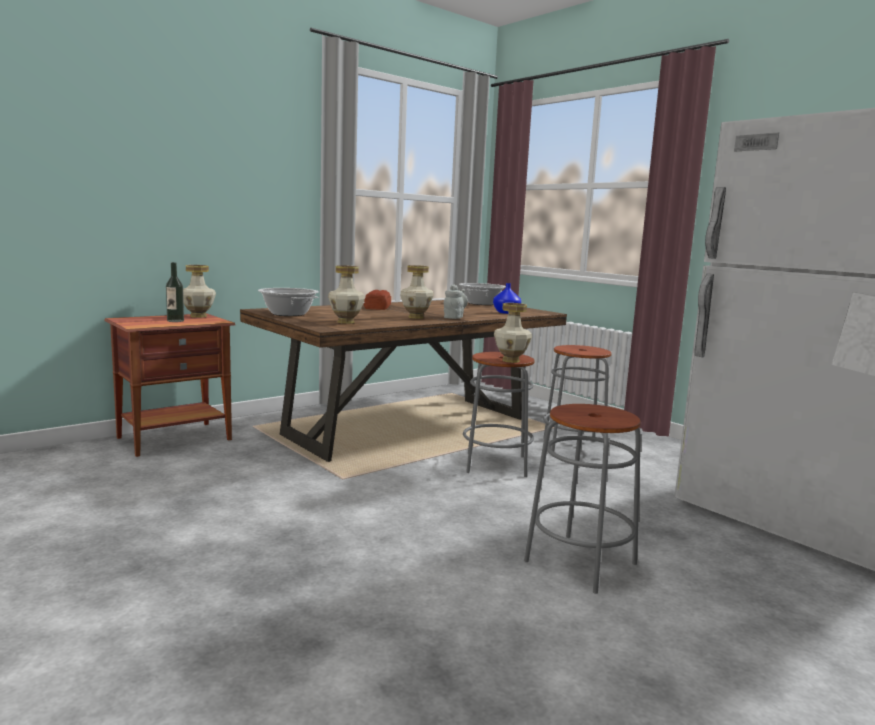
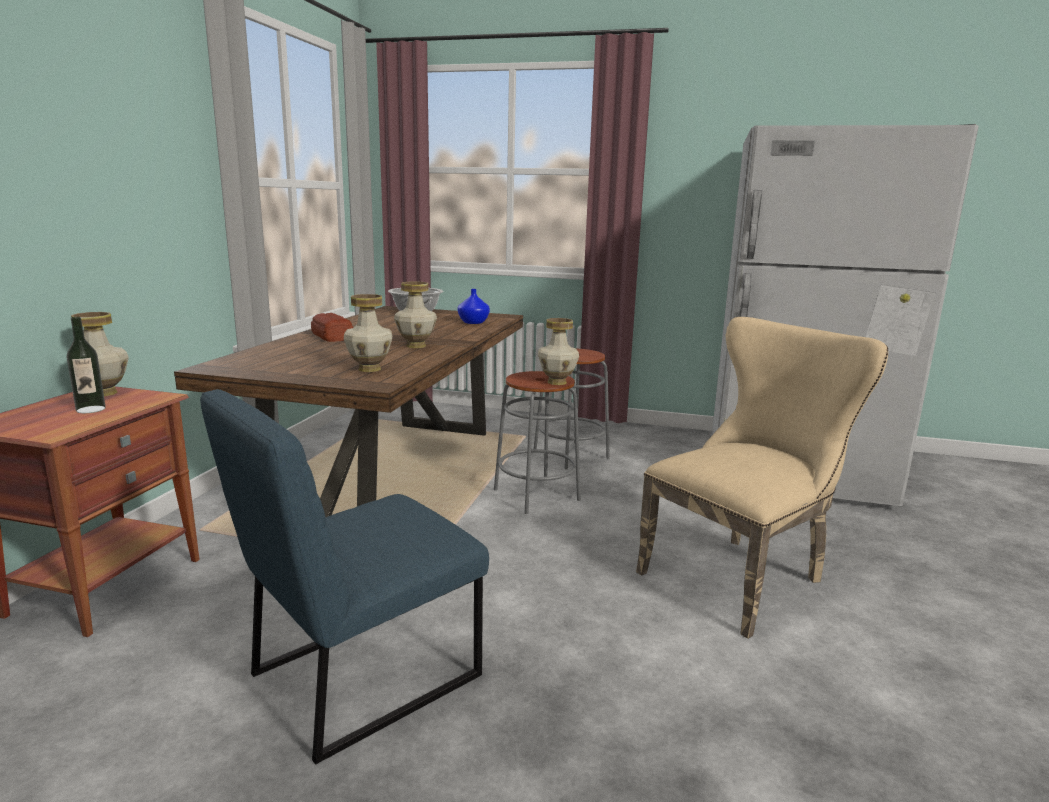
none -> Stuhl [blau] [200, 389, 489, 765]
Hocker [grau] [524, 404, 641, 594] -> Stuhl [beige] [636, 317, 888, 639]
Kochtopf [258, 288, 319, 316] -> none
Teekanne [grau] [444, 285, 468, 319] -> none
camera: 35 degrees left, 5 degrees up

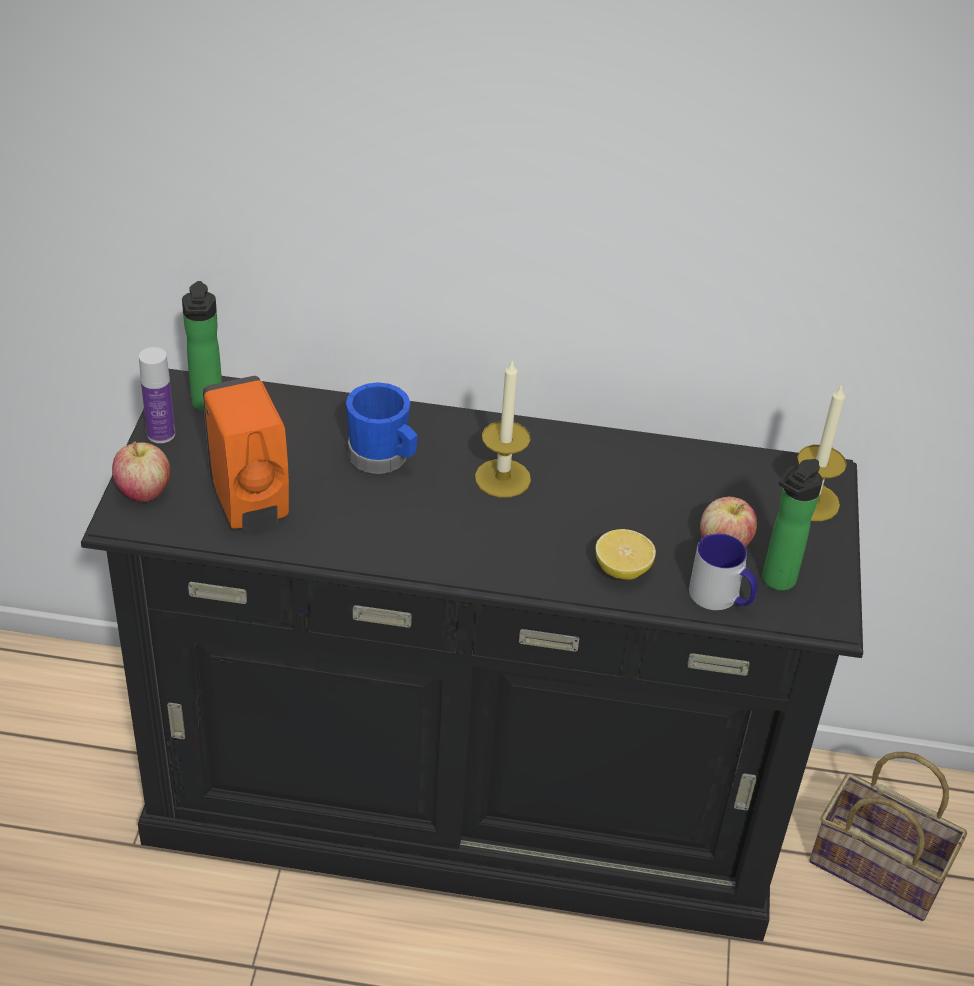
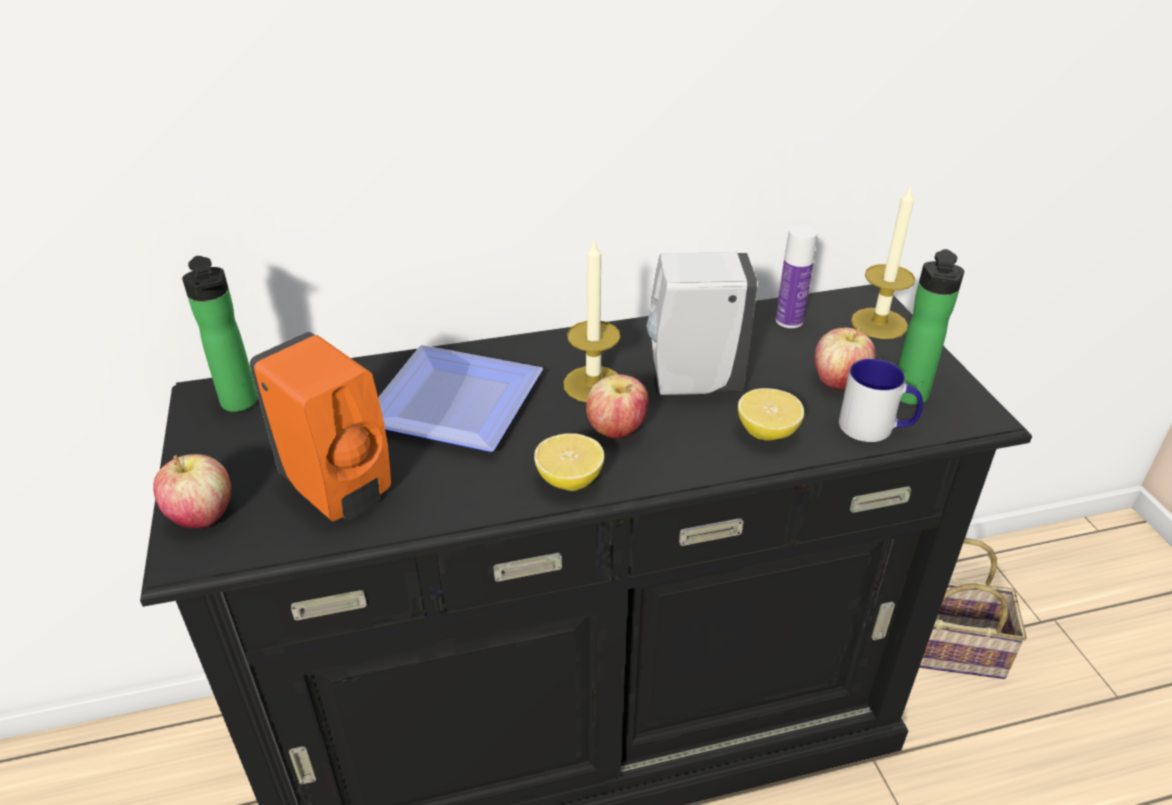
Henkelbecher [blau] [346, 382, 418, 474] -> Teller [378, 345, 543, 452]
none -> Zitrone [534, 433, 604, 491]
none -> Apfel [586, 375, 649, 439]
none -> Seifenspender [weiß] [647, 252, 757, 395]
Flasche [139, 347, 175, 443] -> Flasche [775, 225, 818, 328], relocated
camera: 20 degrees left, 5 degrees down

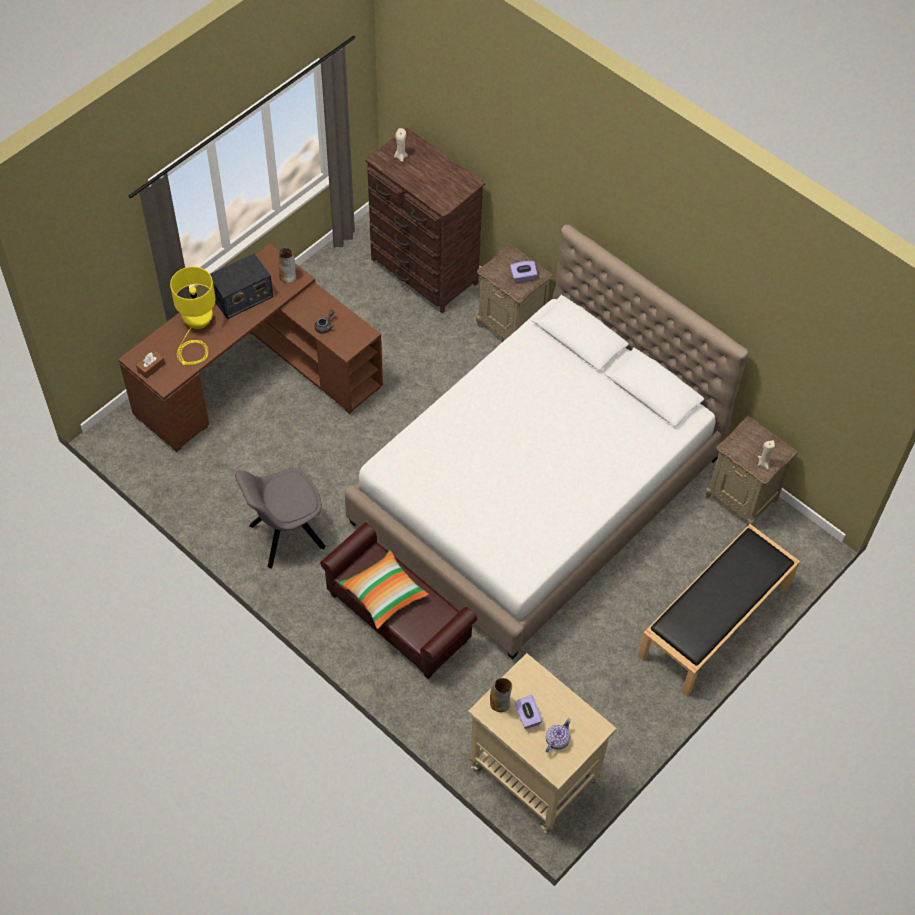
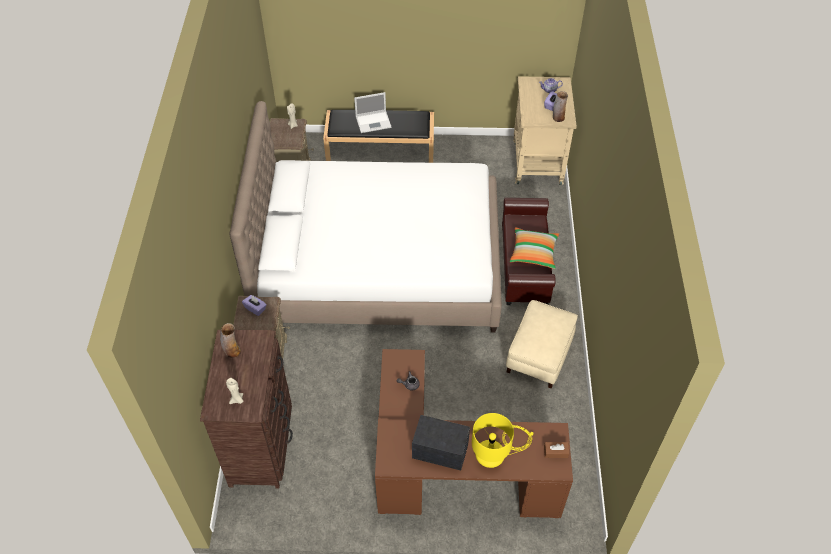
Vase [278, 248, 296, 283] -> Vase [220, 323, 241, 358], relocated
none -> Laptop [354, 92, 392, 133]
Stuhl [grau] [235, 469, 326, 568] -> Polsterhocker [beige] [506, 300, 578, 388]
camera: 130 degrees left, 5 degrees down

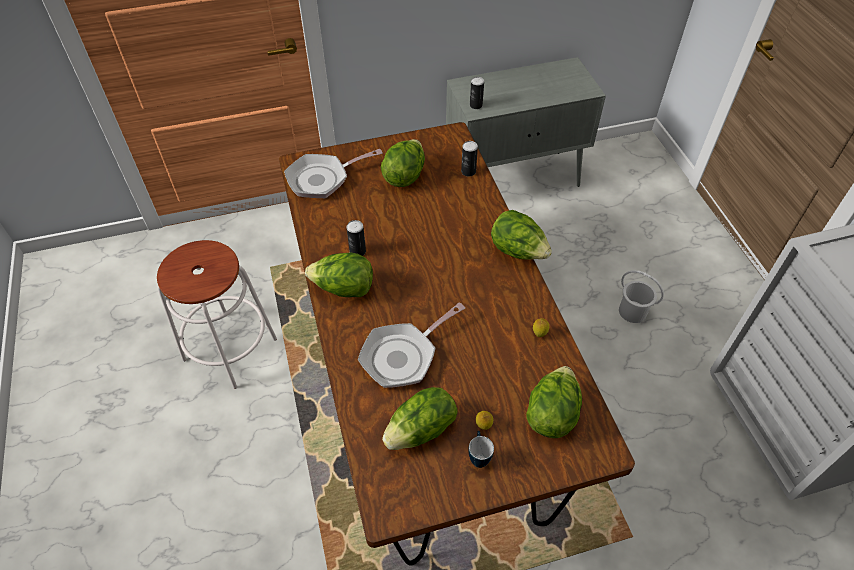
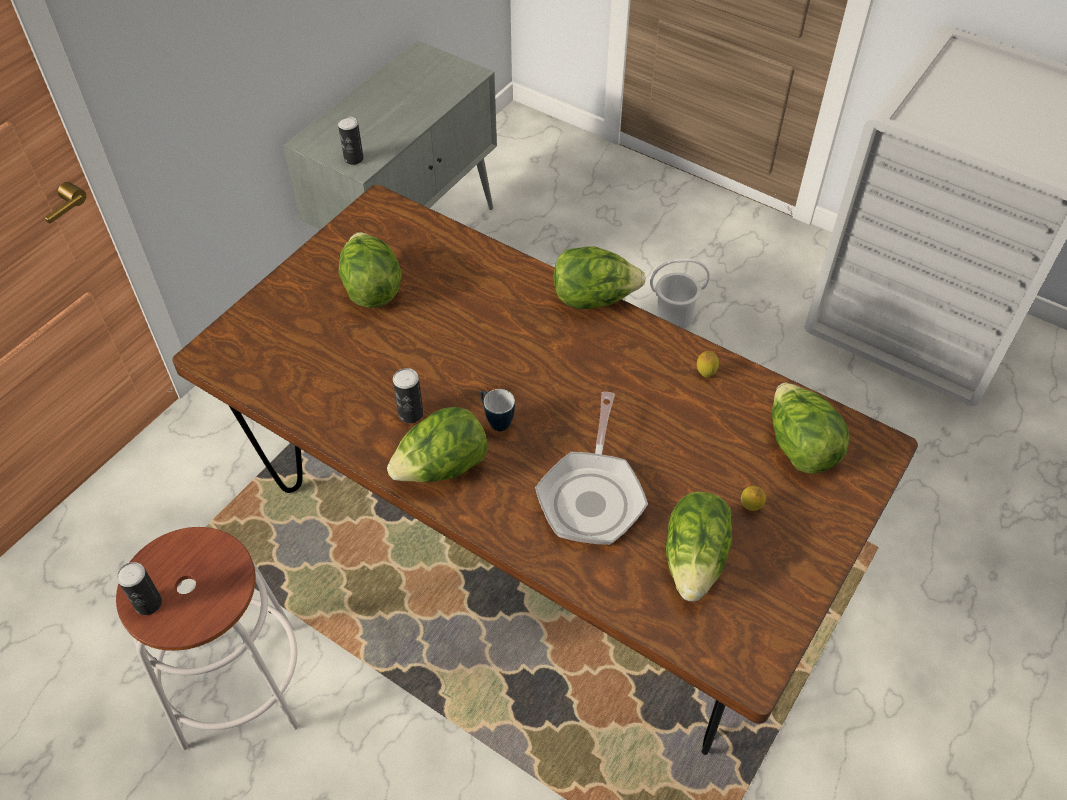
Dose [461, 141, 478, 177] -> Dose [117, 562, 162, 615], relocated
Henkelbecher [468, 431, 494, 468] -> Henkelbecher [480, 389, 515, 431], relocated
Pfanne [284, 149, 383, 198] -> none
camera: 40 degrees left, 0 degrees up

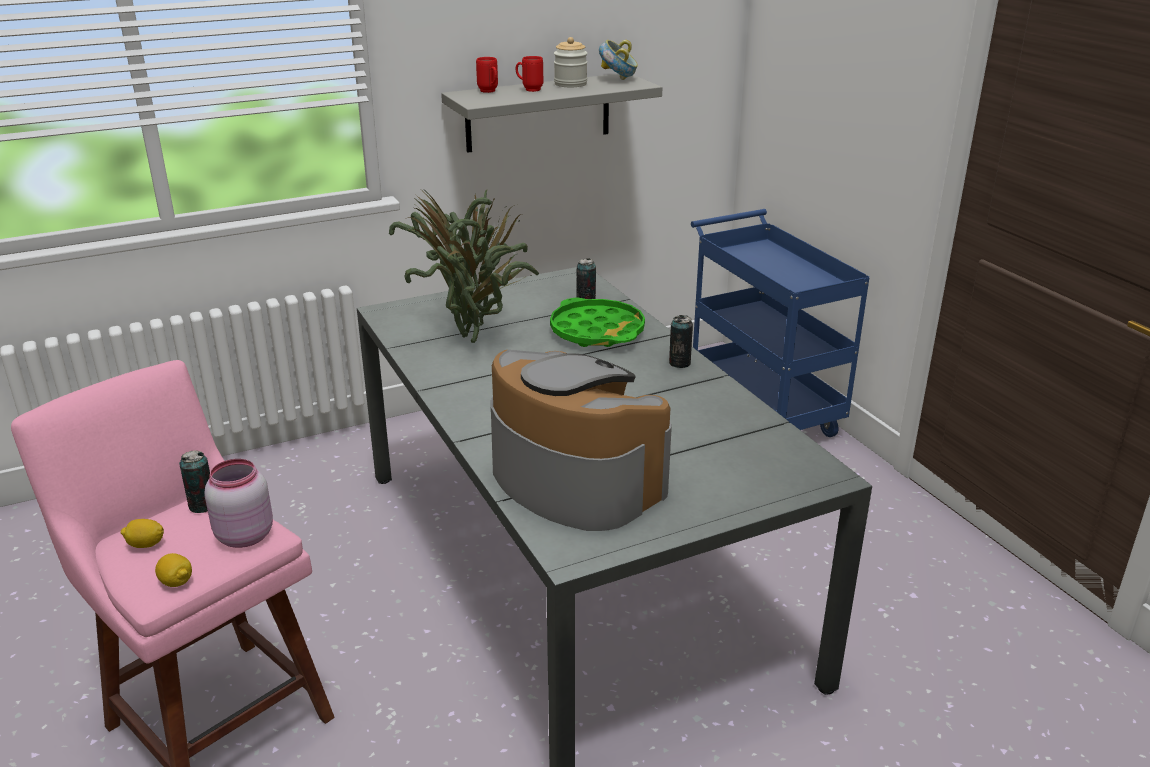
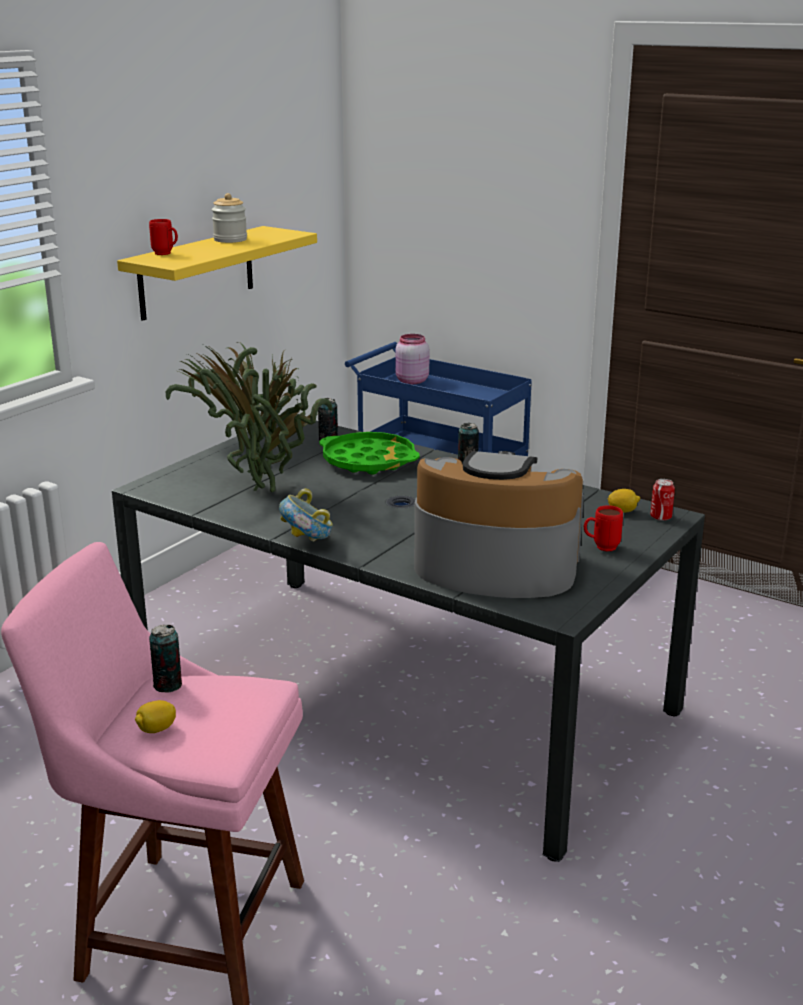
Wandregal [grau] [441, 74, 662, 153] -> Wandregal [gelb] [117, 226, 317, 321]
Schüssel [599, 40, 638, 80] -> Schüssel [279, 488, 333, 542], relocated
Vorratsglas [rosa] [204, 459, 273, 548] -> Vorratsglas [rosa] [395, 334, 429, 384], relocated
Henkelbecher [rot] [515, 56, 543, 92] -> Henkelbecher [rot] [584, 505, 623, 551], relocated
Zitrone [155, 553, 192, 587] -> Zitrone [607, 489, 640, 513], relocated
none -> Dose [650, 479, 675, 521]
camera: 30 degrees left, 5 degrees down

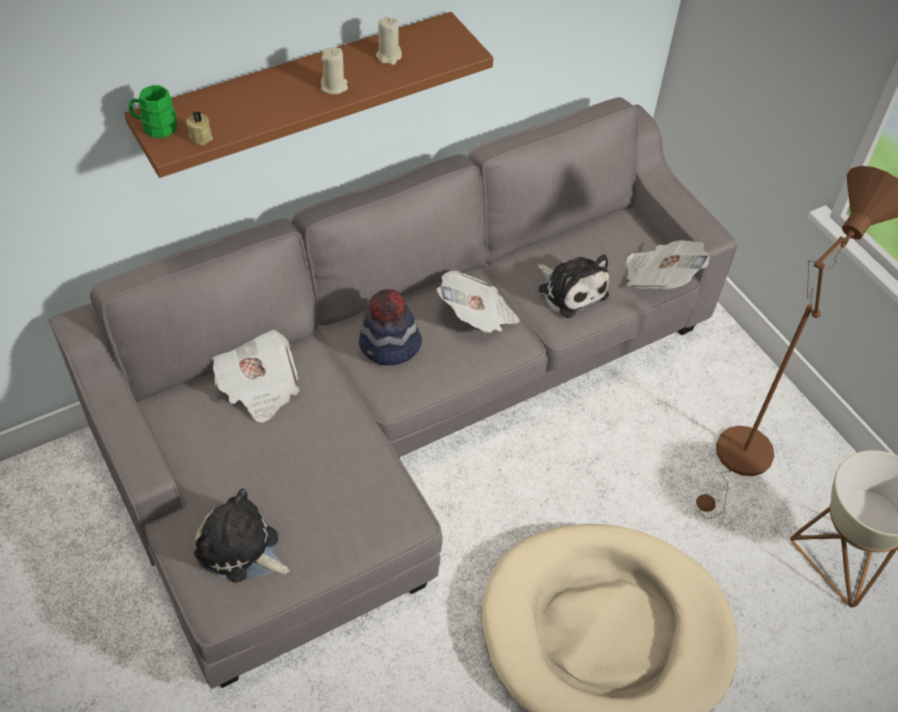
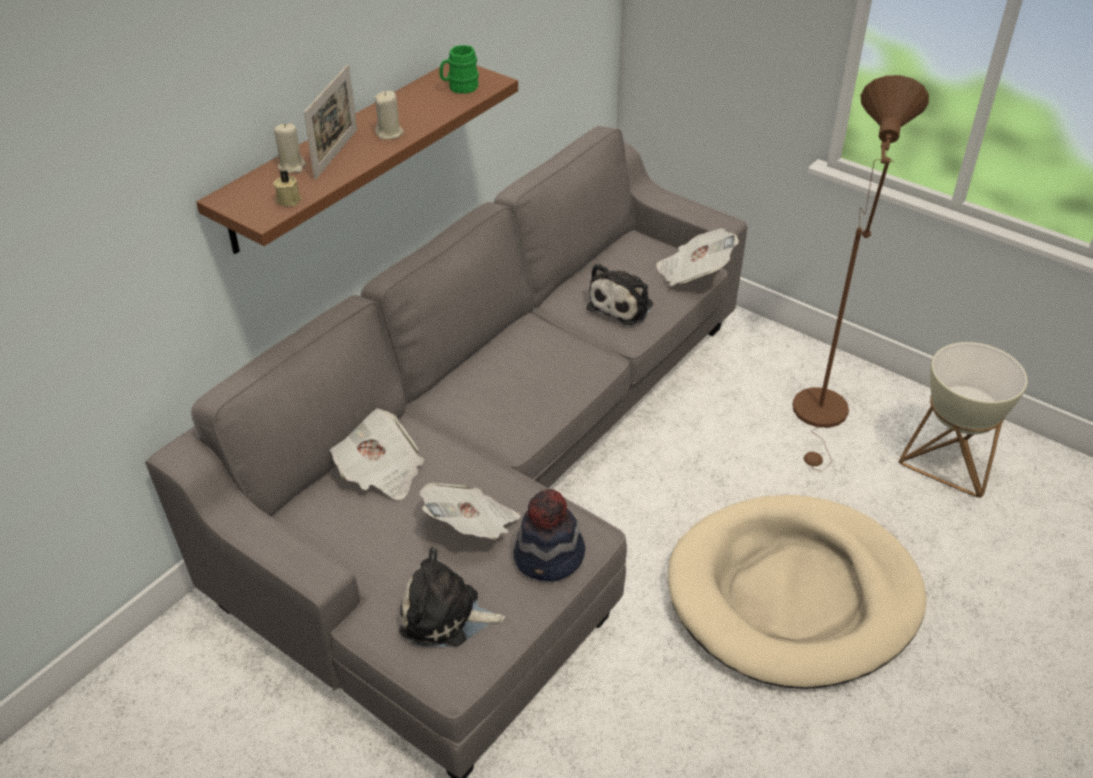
Kerze [beige] [376, 17, 402, 65] -> Kerze [beige] [274, 123, 306, 174], relocated
none -> Bilderrahmen [304, 64, 357, 180]
Zeitung [437, 271, 520, 333] -> Zeitung [419, 483, 521, 540], relocated
Henkelbecher [grün] [129, 85, 177, 138] -> Henkelbecher [grün] [439, 45, 479, 94], relocated
Hut [359, 289, 422, 366] -> Hut [514, 489, 585, 582], relocated
Plüschtier [538, 254, 609, 318] -> Plüschtier [587, 263, 653, 325], 90 degrees clockwise
camera: 20 degrees left, 10 degrees down

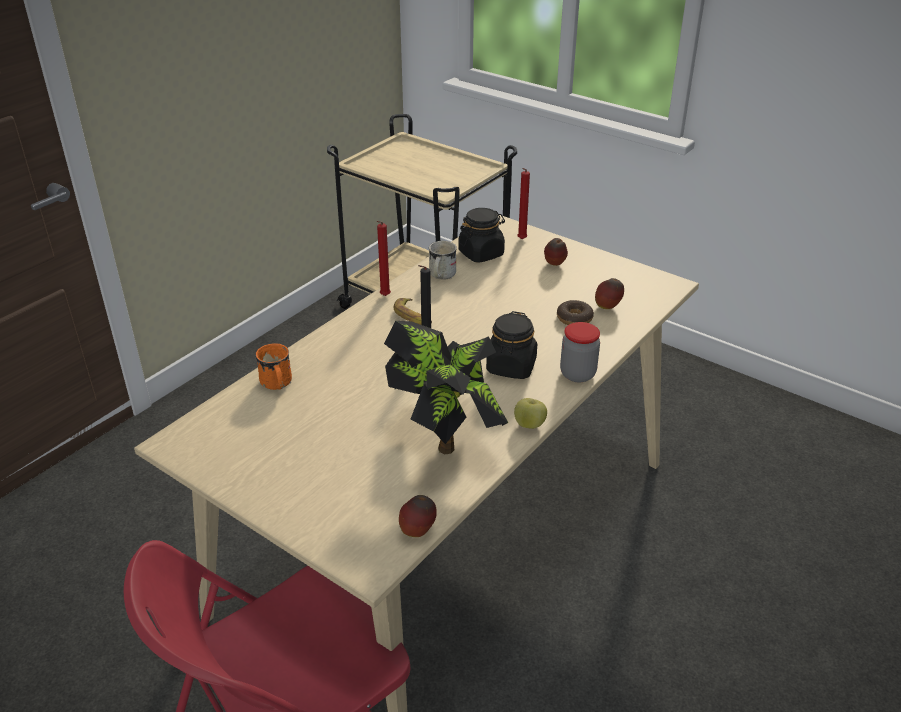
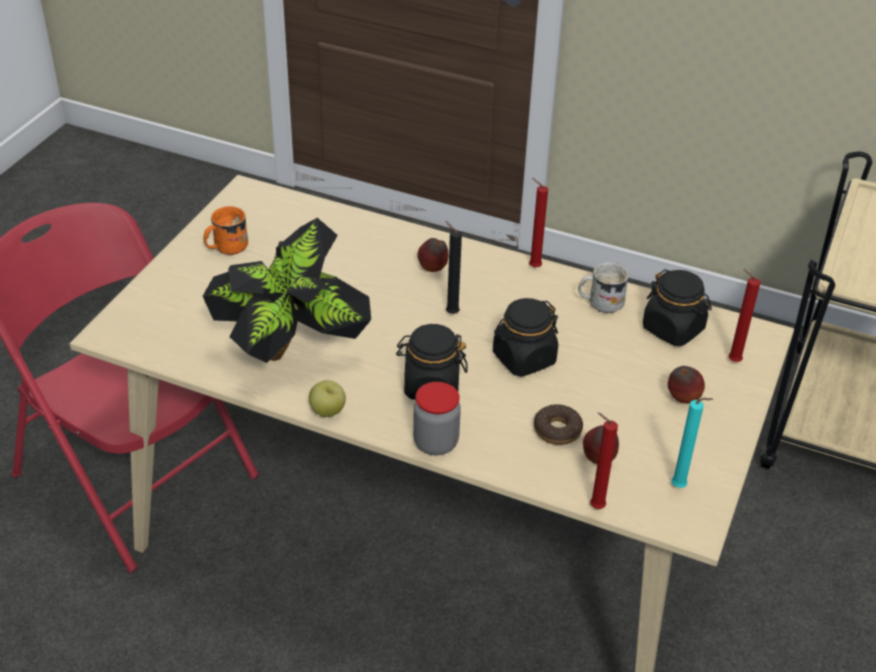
Henkelbecher [orange] [256, 343, 292, 390] -> Henkelbecher [orange] [204, 206, 248, 256], relocated
Apfel [399, 495, 437, 537] -> Apfel [417, 238, 448, 272], relocated
none -> Vorratsglas [schwarz] [493, 298, 558, 377]
none -> Kerze [rot] [590, 413, 618, 509]
none -> Kerze [türkis] [671, 398, 713, 488]
Banane [394, 298, 432, 325] -> none
camera: 75 degrees right, 5 degrees up

